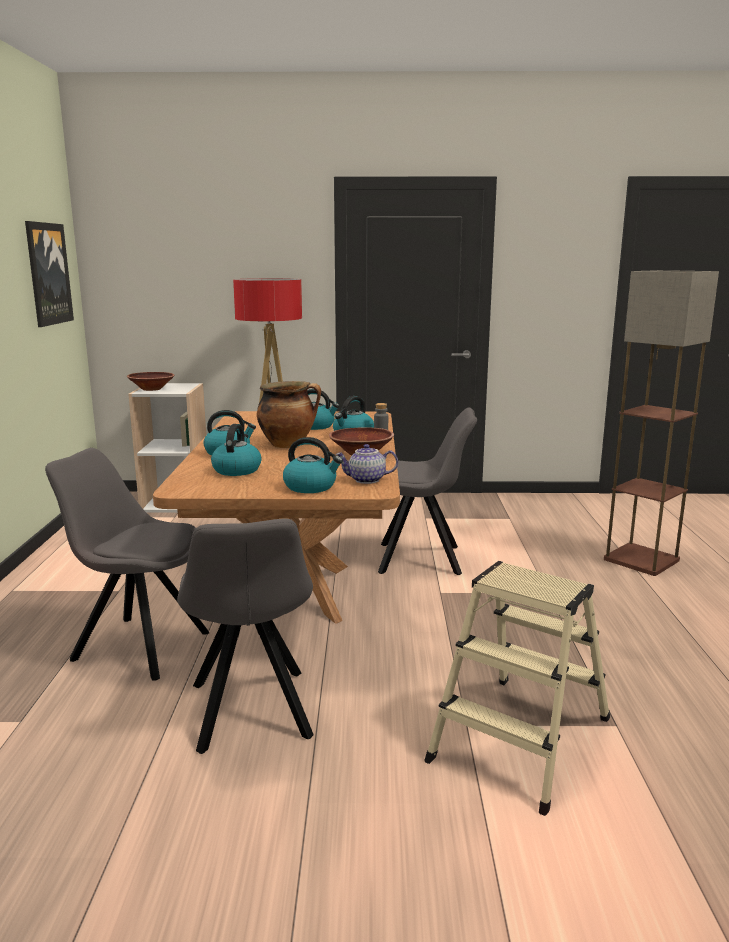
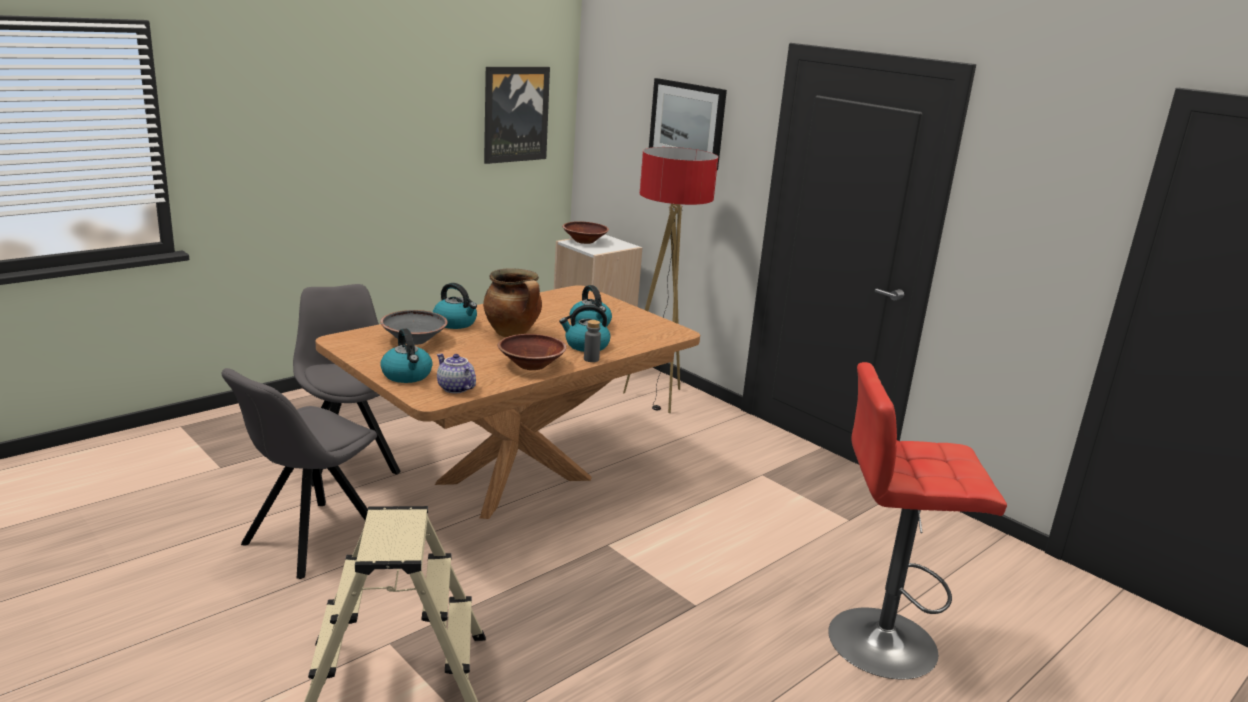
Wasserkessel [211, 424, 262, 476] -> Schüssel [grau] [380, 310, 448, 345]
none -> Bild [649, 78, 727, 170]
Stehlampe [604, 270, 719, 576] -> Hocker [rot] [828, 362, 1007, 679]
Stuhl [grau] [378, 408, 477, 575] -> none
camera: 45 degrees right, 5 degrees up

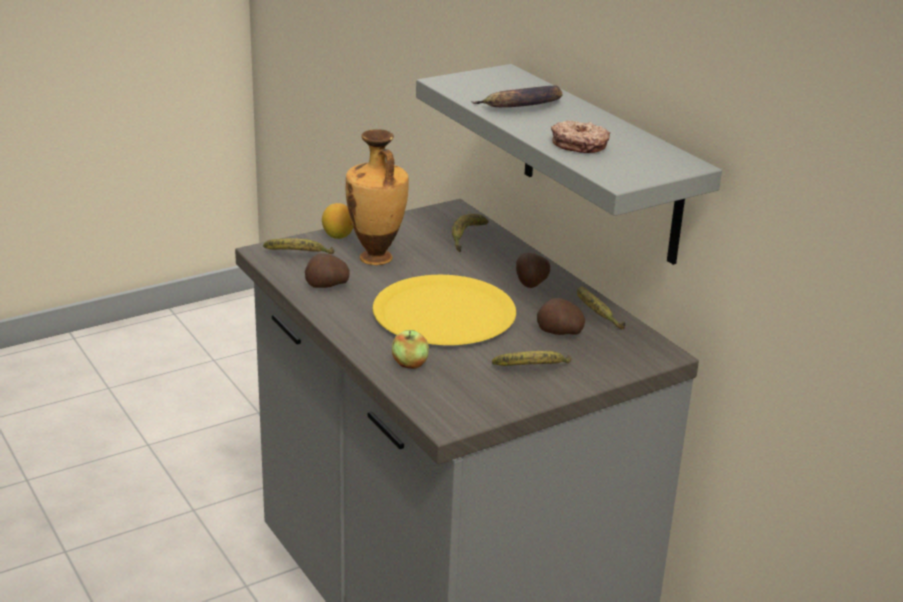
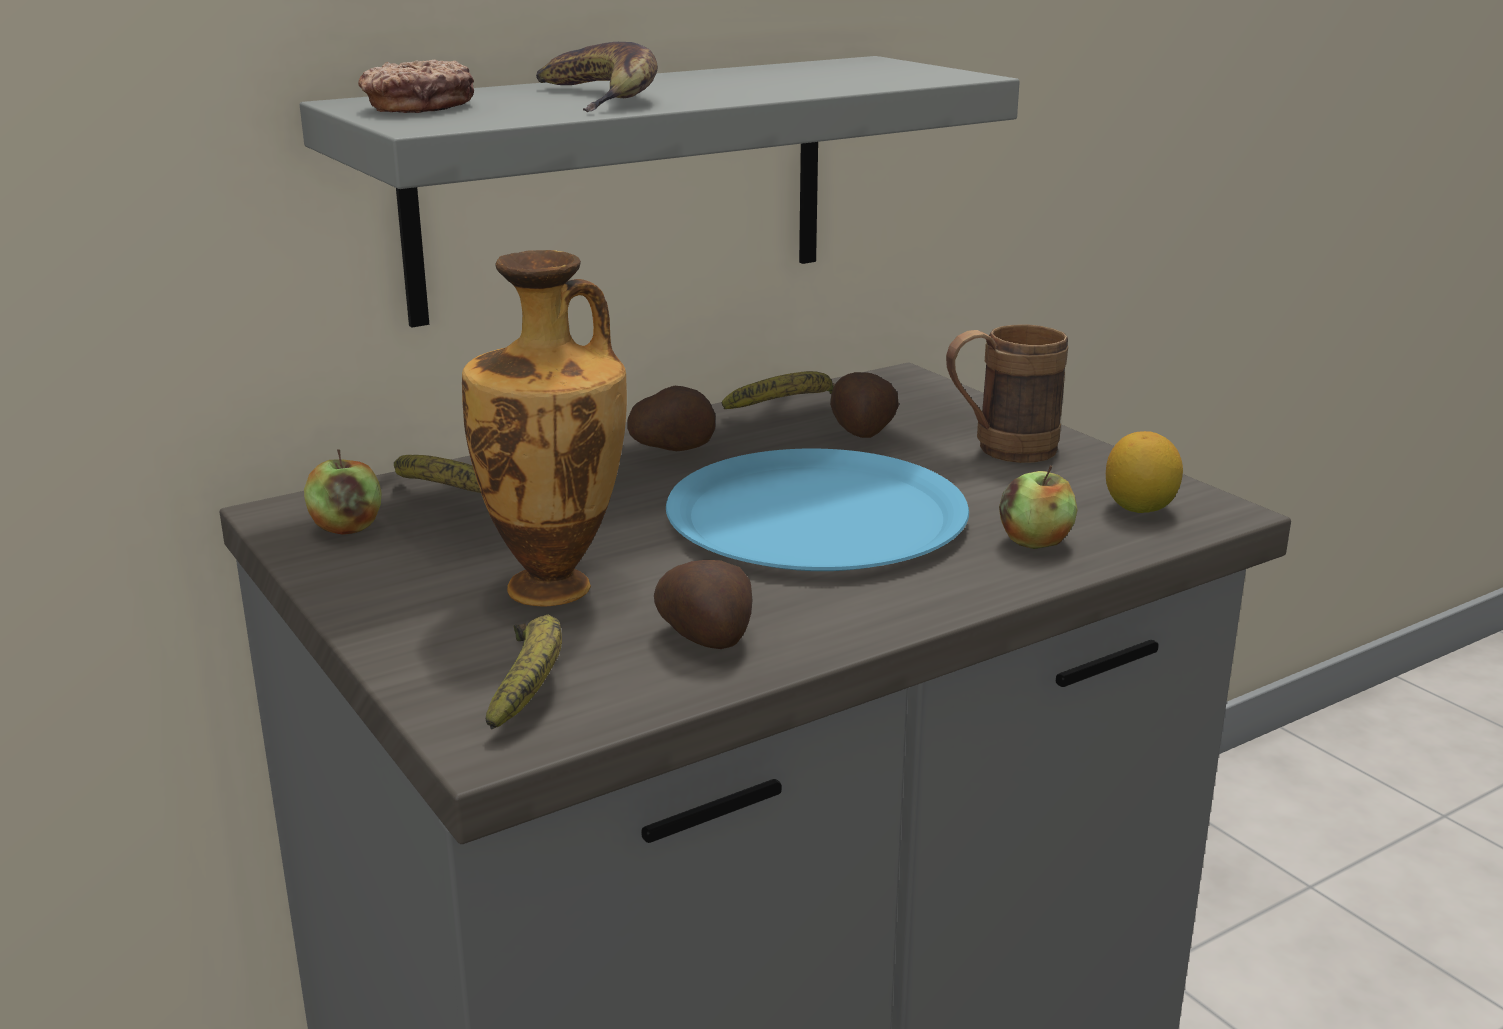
none -> Apfel [304, 449, 382, 535]
Donut [551, 121, 610, 153] -> Donut [358, 60, 474, 113], relocated
Teller [gelb] [373, 275, 516, 345] -> Teller [blau] [666, 449, 969, 571]
Banane [492, 351, 571, 366] -> Henkelbecher [braun] [946, 324, 1068, 463]
Zitrone [322, 203, 353, 239] -> Zitrone [1106, 431, 1183, 513], relocated
camera: 90 degrees left, 5 degrees down

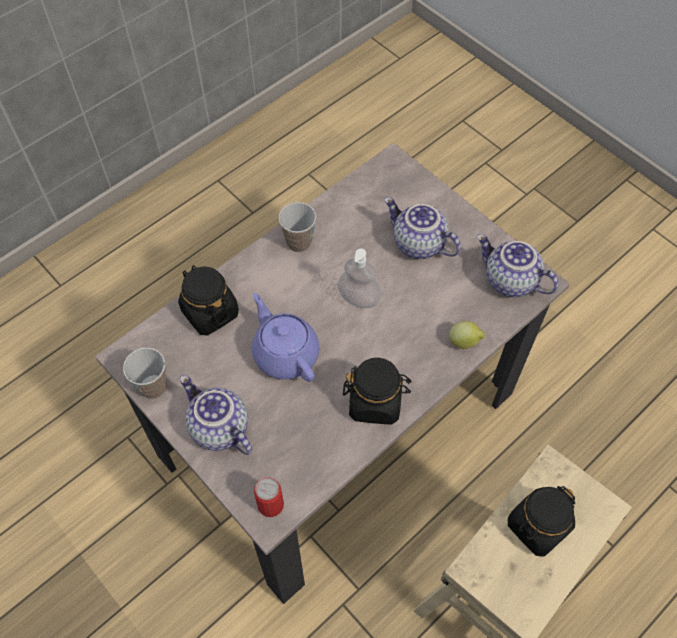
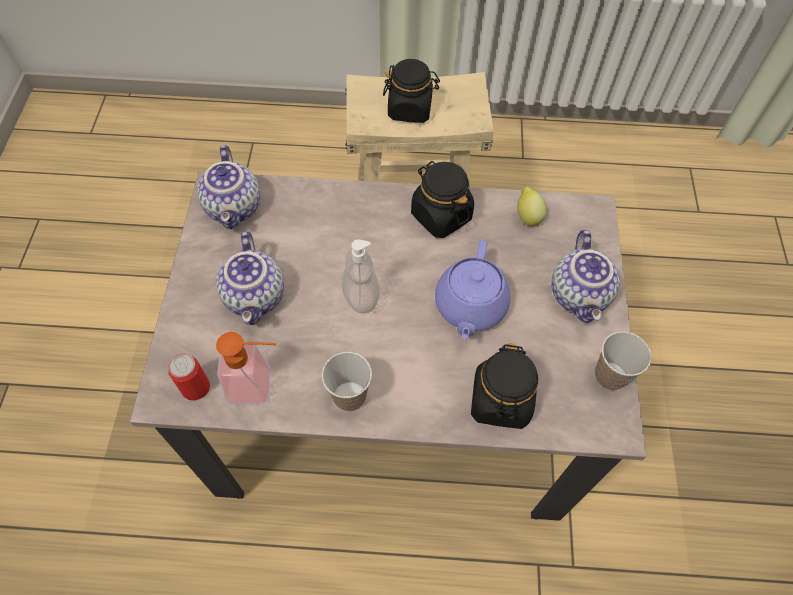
Dose [254, 477, 284, 517] -> Dose [168, 353, 210, 401], relocated
none -> Seifenspender [216, 332, 277, 405]
Zitrone [449, 321, 485, 349] -> Zitrone [517, 186, 547, 227], relocated
camera: 135 degrees left, 0 degrees up

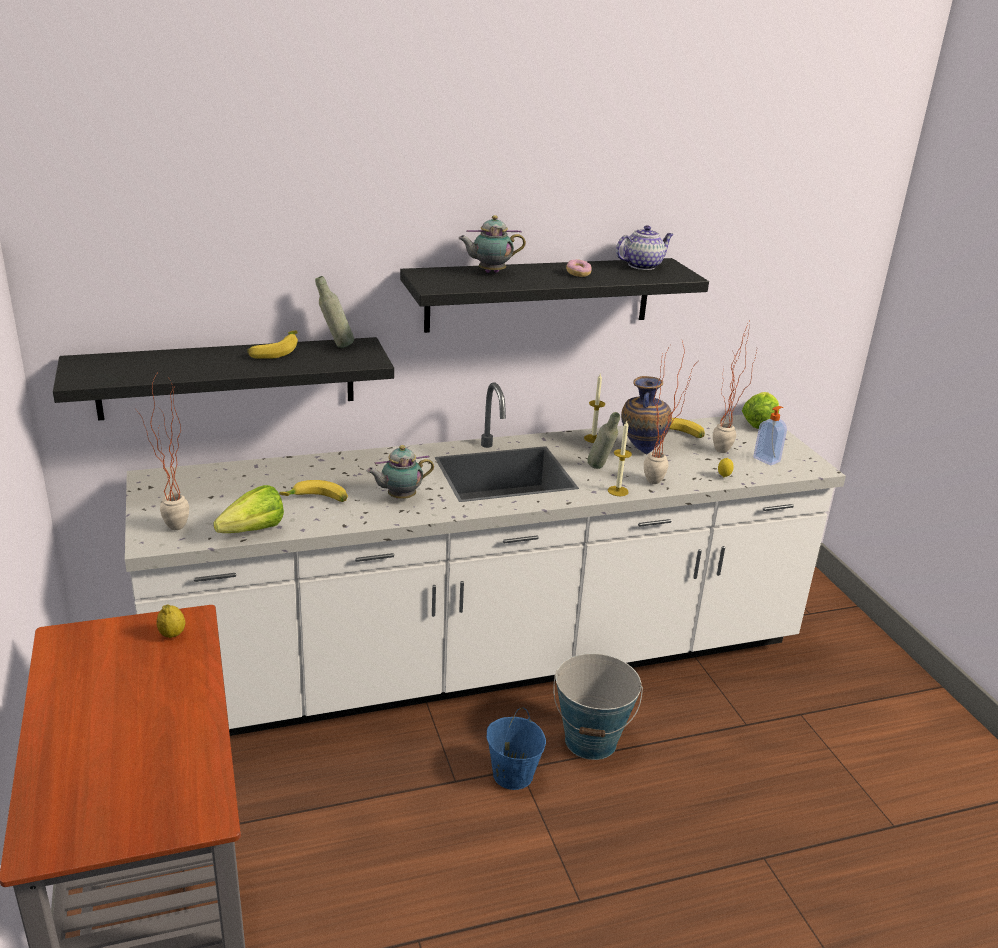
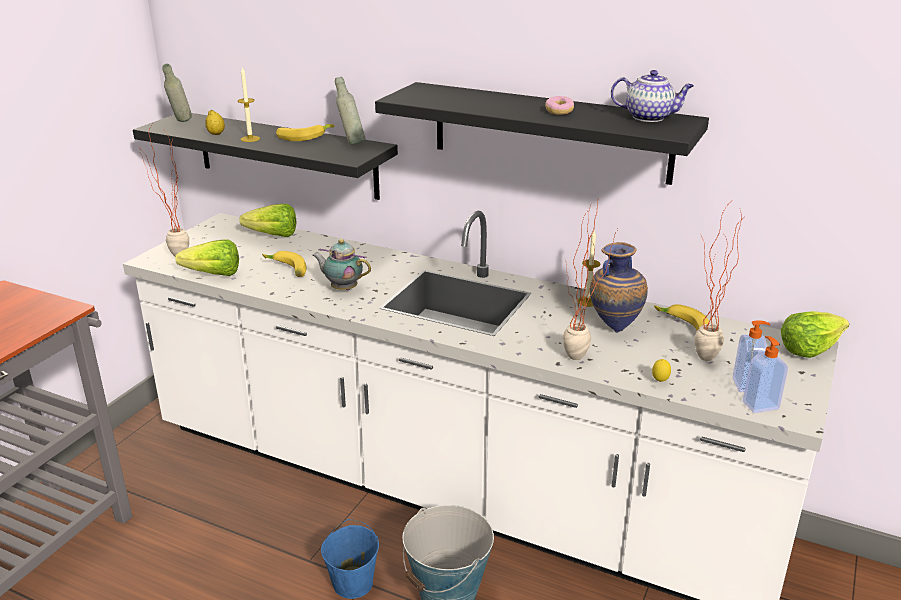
Flasche [grau] [588, 412, 620, 469] -> Flasche [grau] [162, 64, 192, 122], relocated
Zitrone [156, 604, 185, 638] -> Zitrone [205, 110, 225, 135], relocated
Kerze [608, 421, 632, 496] -> Kerze [238, 67, 260, 142], relocated
none -> Salatkopf [239, 204, 297, 237]
none -> Seifenspender [743, 336, 788, 413]
Teekanne [458, 215, 526, 273] -> none
camera: 45 degrees right, 0 degrees up

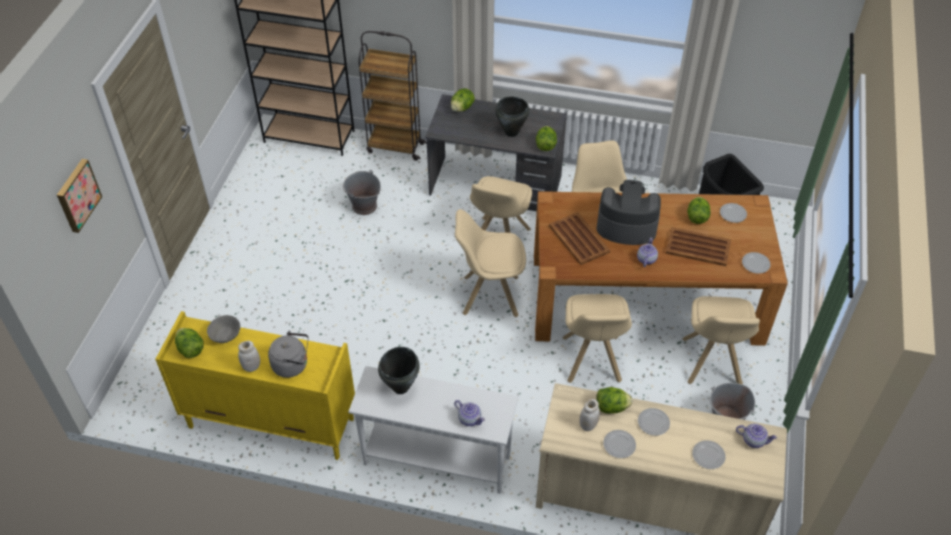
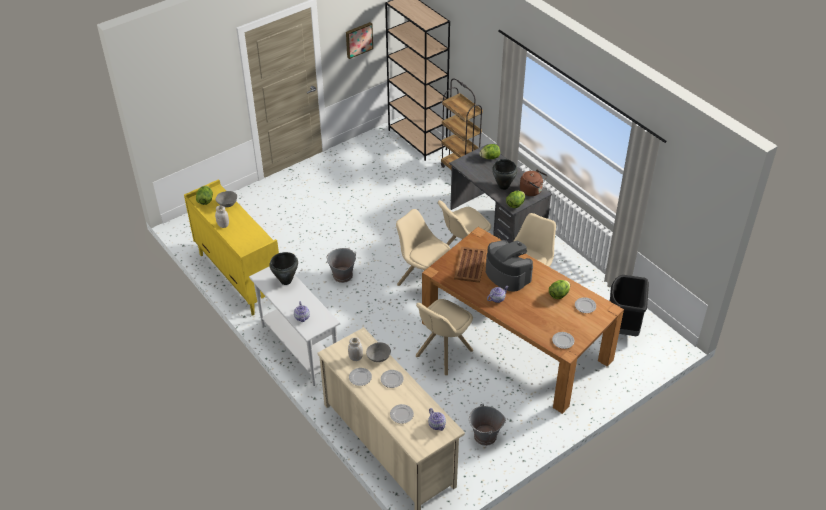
Eimer [grau] [343, 170, 381, 215] -> Eimer [grau] [326, 248, 356, 283], relocated
Bild [57, 159, 102, 233] -> Bild [346, 22, 373, 59], relocated
Salatkopf [596, 387, 632, 414] -> Schüssel [grau] [366, 342, 391, 362]
none -> Wasserkessel [braun] [520, 170, 547, 196]
Wasserkessel [grau] [268, 331, 308, 378] -> none
Tablett [braun] [665, 227, 731, 266] -> none
Stuhl [beige] [682, 296, 760, 385] -> none
camera: 40 degrees right, 5 degrees down

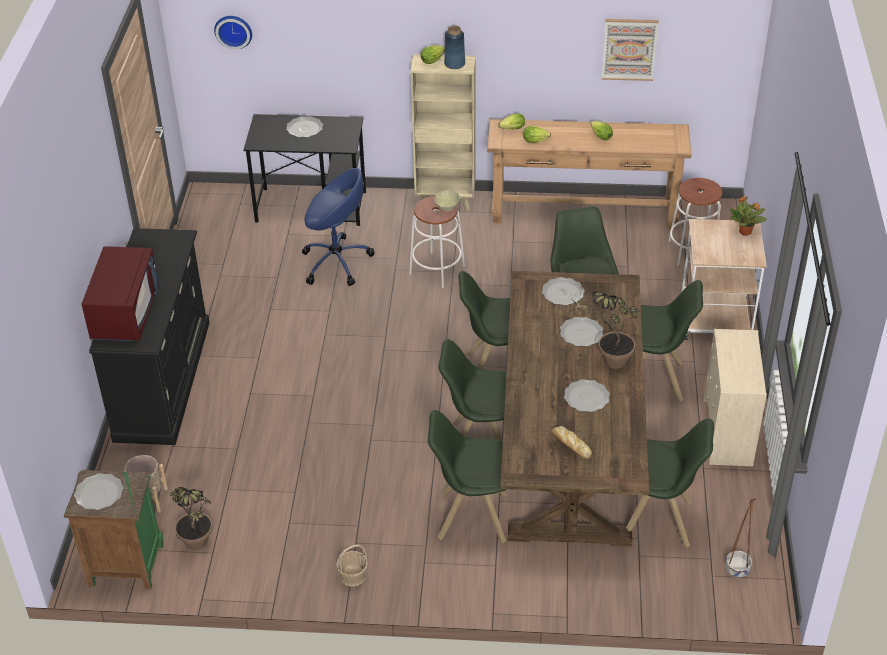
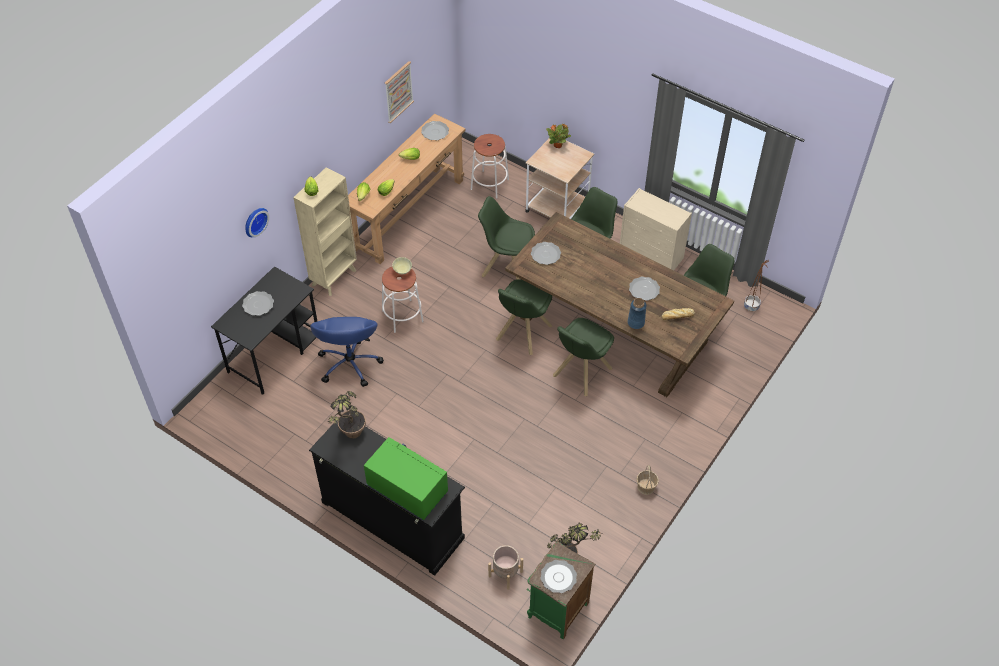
Wanduhr [214, 16, 252, 50] -> Wanduhr [245, 208, 269, 237], relocated
Bürostuhl [blau] [302, 168, 375, 286] -> Bürostuhl [blau] [310, 317, 384, 387], 135 degrees clockwise
Topfpflanze [572, 292, 640, 369] -> Topfpflanze [326, 391, 366, 438], relocated
Mikrowelle [rot] [82, 246, 159, 341] -> Mikrowelle [grün] [364, 437, 448, 521]
Teller [560, 317, 603, 347] -> Teller [421, 121, 449, 140], relocated
Vase [blau] [444, 25, 465, 69] -> Vase [blau] [627, 298, 646, 329], relocated
Stuhl [grün] [428, 410, 507, 543] -> none
camera: 60 degrees left, 10 degrees up

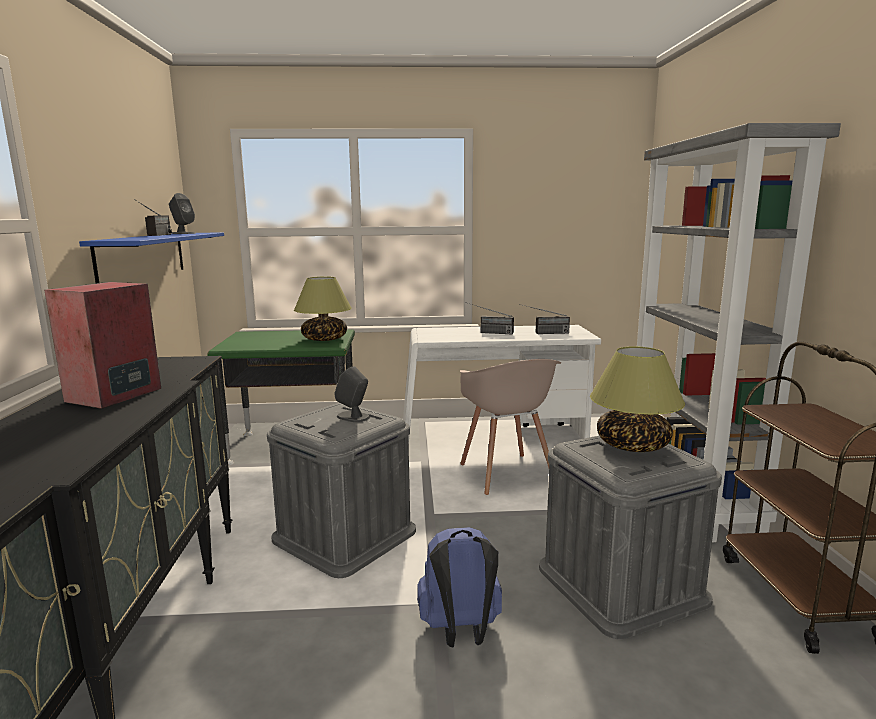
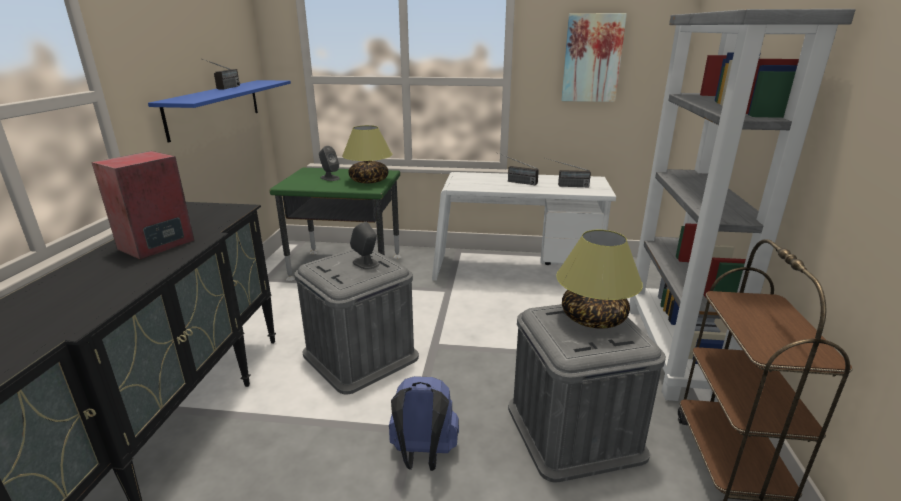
Lautsprecher [grau] [169, 193, 196, 234] -> Lautsprecher [grau] [319, 146, 340, 181], relocated
none -> Bild [561, 13, 627, 102]
Stuhl [beige] [460, 359, 561, 495] -> none
camera: 10 degrees right, 10 degrees up

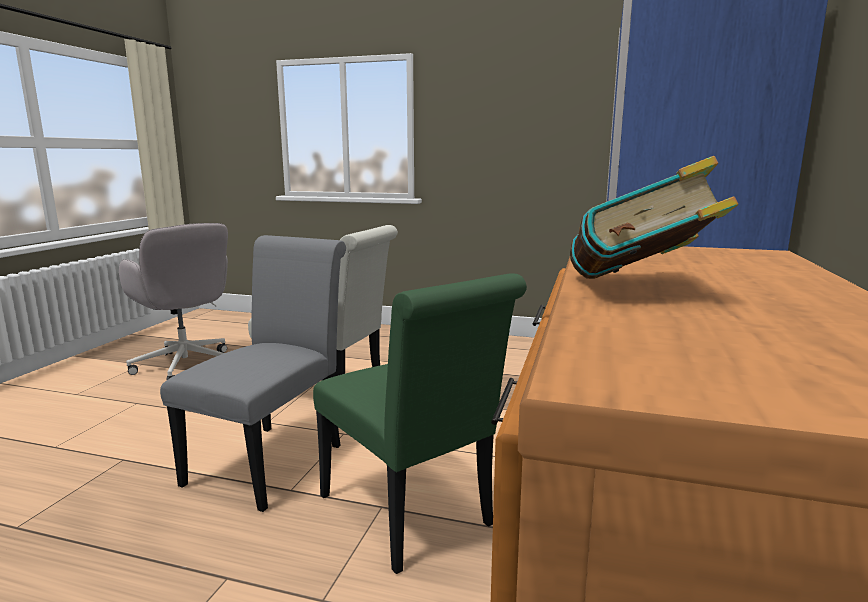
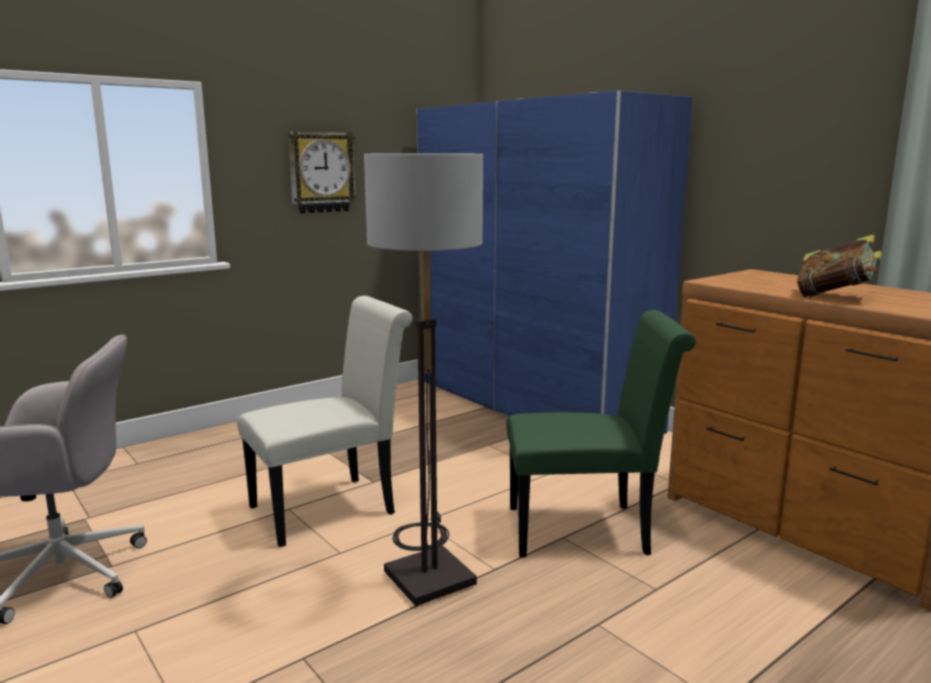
none -> Wanduhr [288, 131, 357, 214]
Stuhl [grau] [160, 235, 346, 512] -> Stehlampe [364, 154, 483, 606]
camera: 55 degrees left, 0 degrees up

